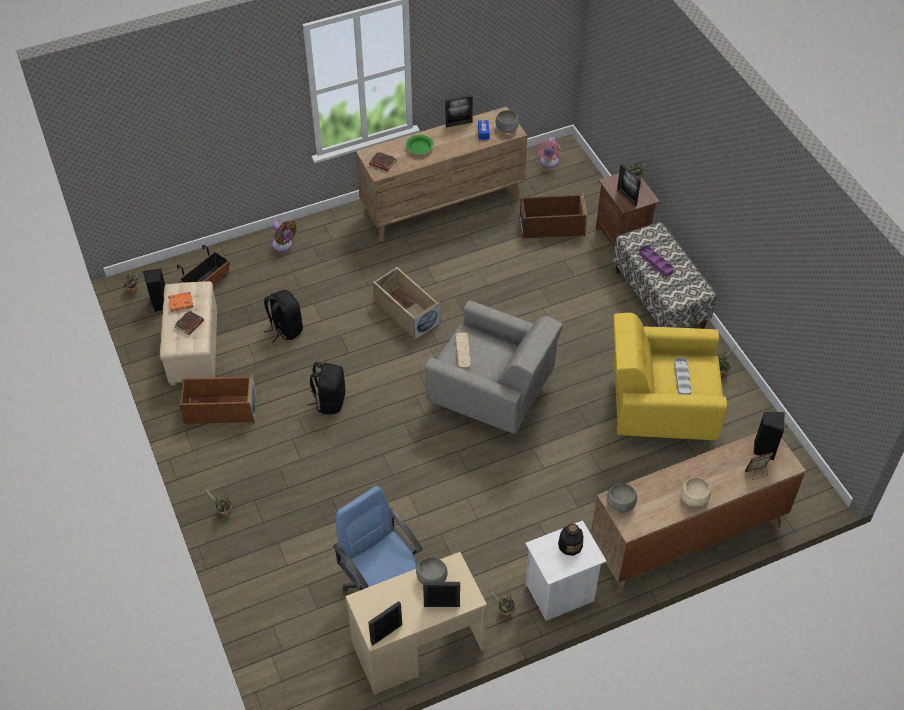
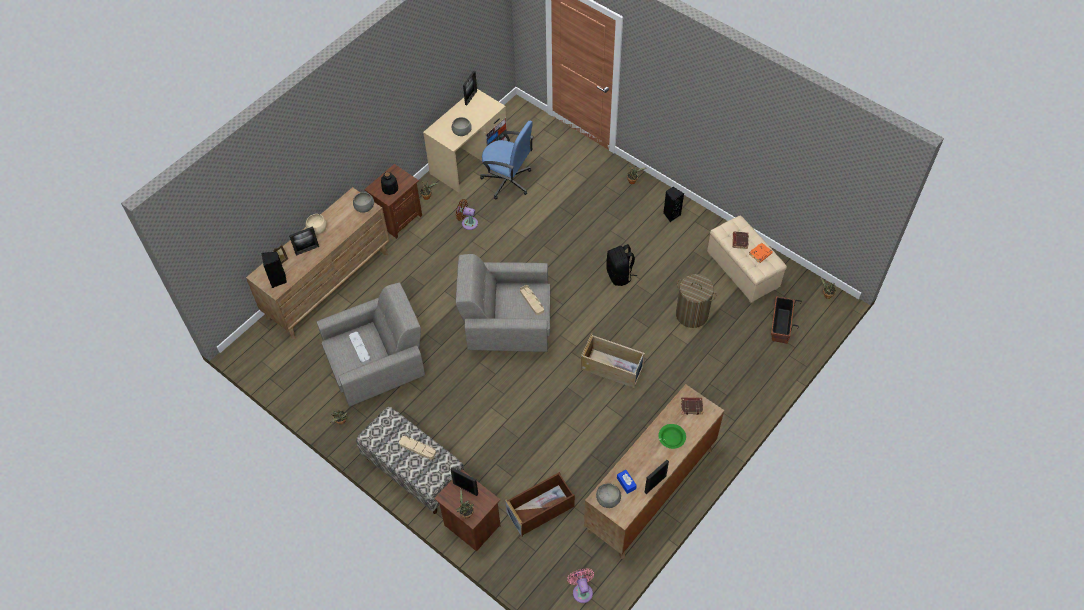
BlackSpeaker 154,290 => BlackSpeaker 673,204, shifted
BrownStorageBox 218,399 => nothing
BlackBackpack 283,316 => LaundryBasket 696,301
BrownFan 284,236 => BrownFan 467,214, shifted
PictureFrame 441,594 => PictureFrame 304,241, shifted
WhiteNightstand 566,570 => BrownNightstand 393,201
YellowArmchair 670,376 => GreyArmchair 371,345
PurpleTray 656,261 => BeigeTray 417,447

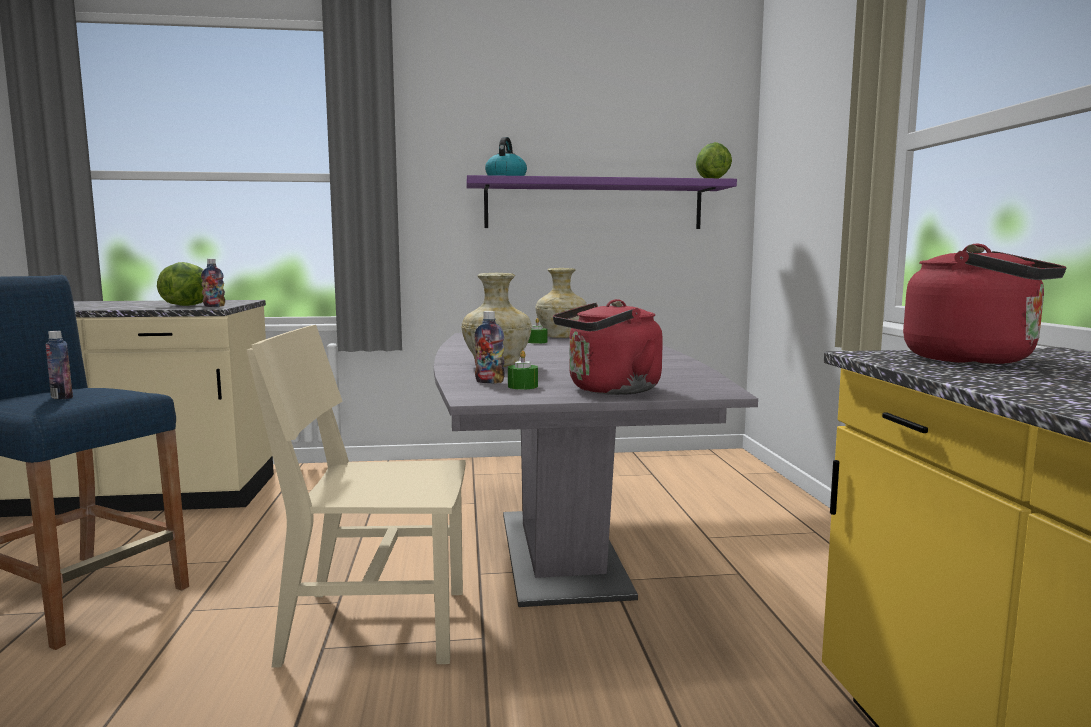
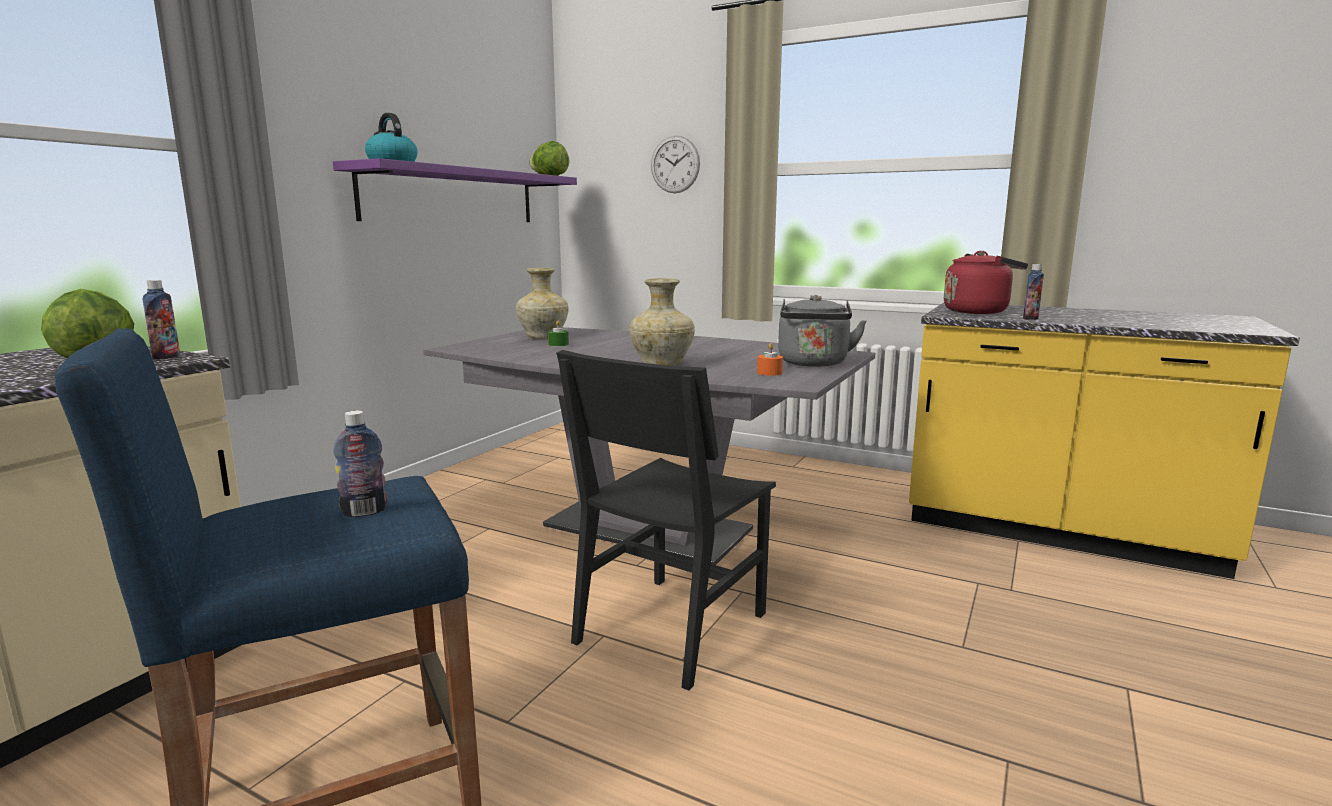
BeigeChair 356,496 => BlackChair 666,520
Bottle 489,347 => Bottle 1033,292, shifted
GreenCandle 523,370 => OrangeCandle 770,359
RedKettle 608,347 => GreyKettle 822,331
nothing => WallClock 675,164

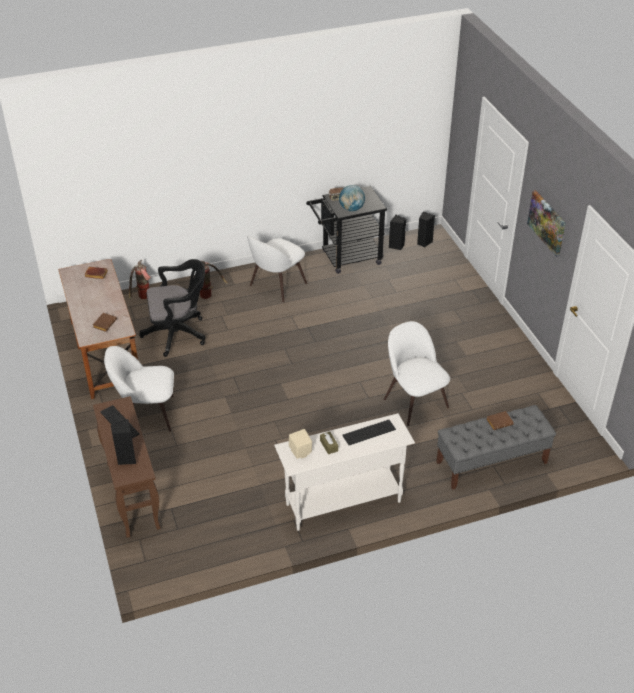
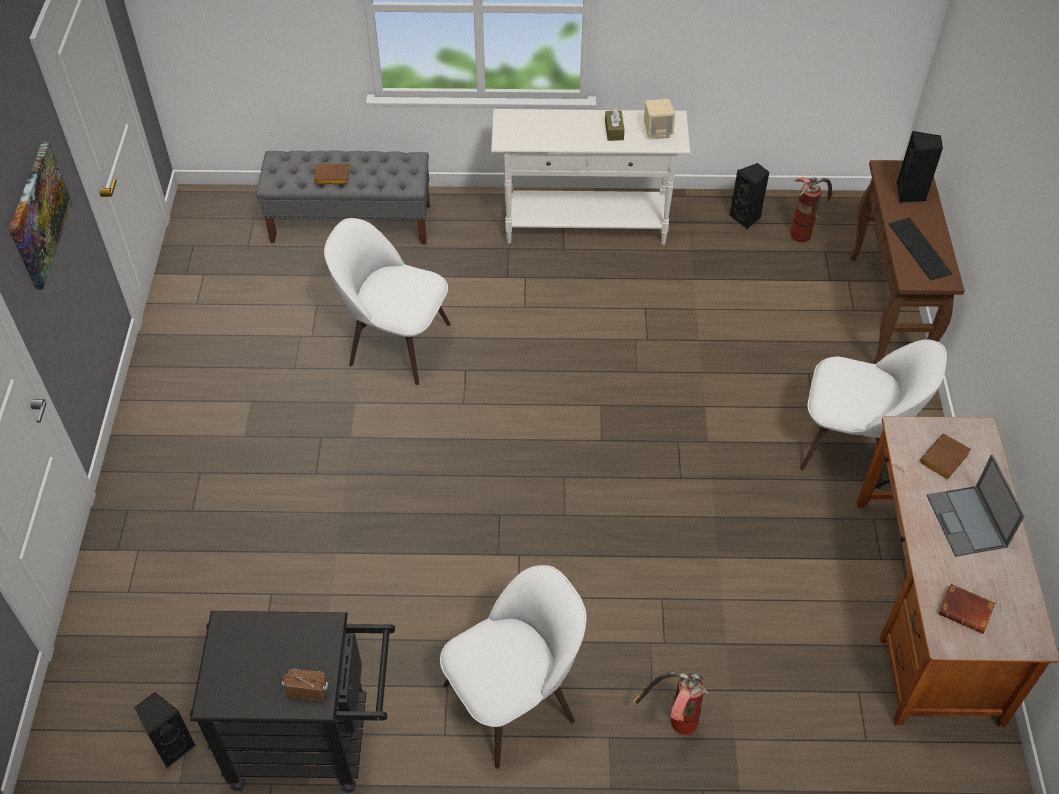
FireExtinguisher 140,280 => FireExtinguisher 811,210, shifted
BlackOfficeChair 172,308 => nothing
Globe 352,198 => nothing
Keyboard 369,432 => nothing
WhiteChair 417,373 => WhiteChair 387,301, 120 degrees clockwise
BlackSpeaker 426,229 => BlackSpeaker 750,196, shifted
nothing => Laptop 976,505

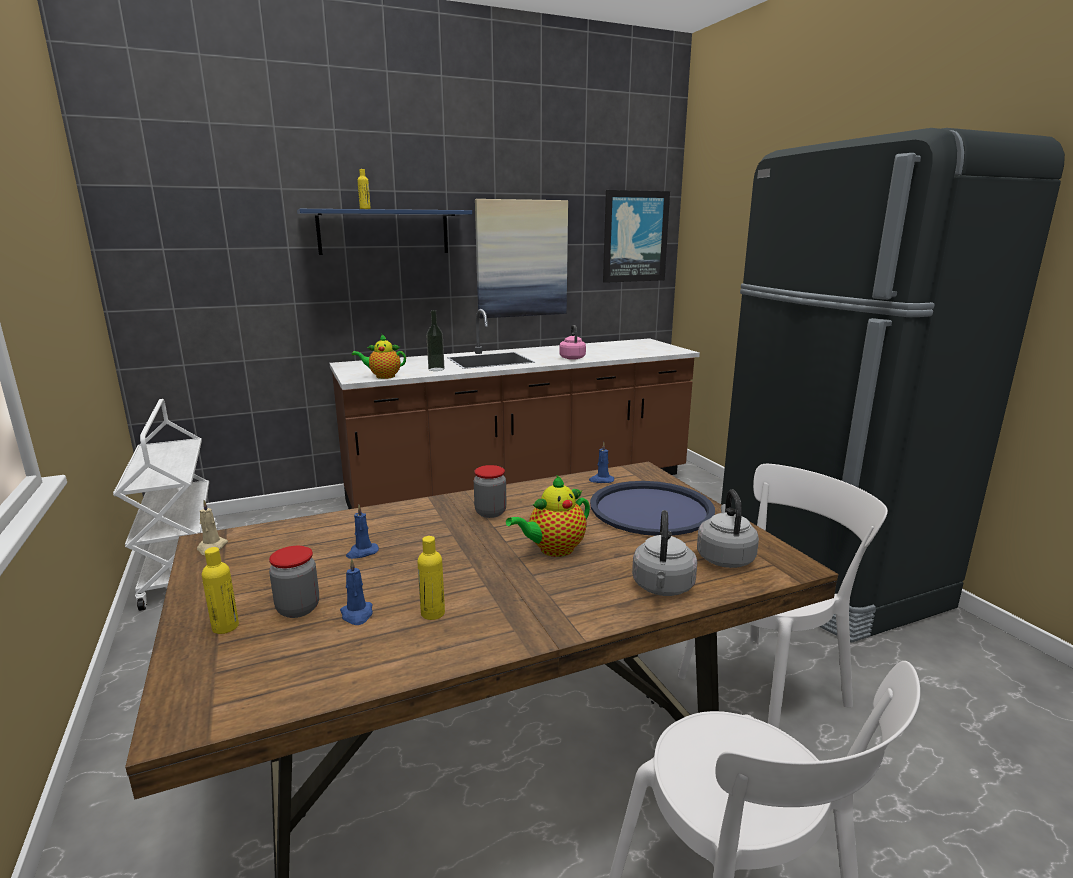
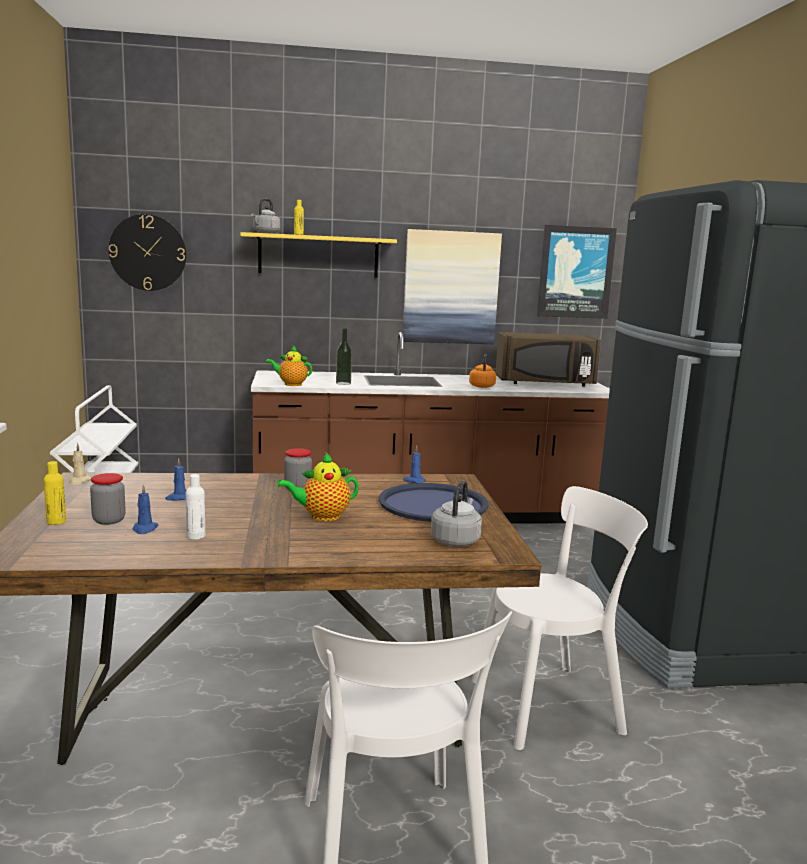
BlueShelf 384,232 => YellowShelf 318,255
YellowBottle 431,578 => WhiteBottle 195,507
PinkKettle 572,342 => OrangeKettle 482,371
GreyKettle 665,553 => GreyKettle 266,216, shifted
nothing => WallClock 148,252
nothing => BrownMicrowave 548,359

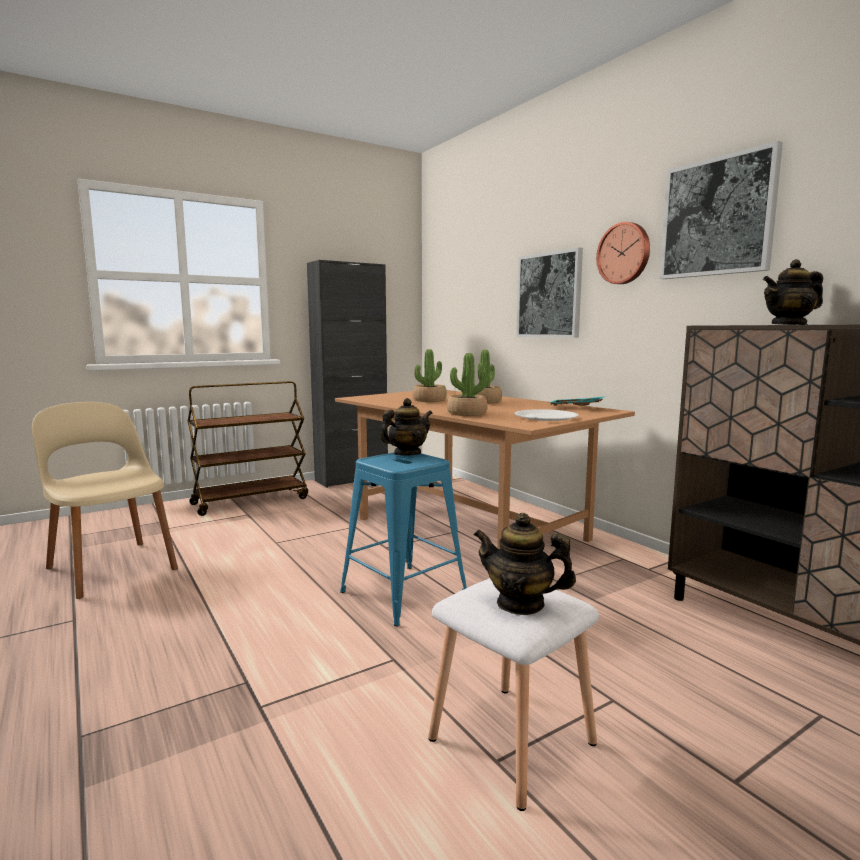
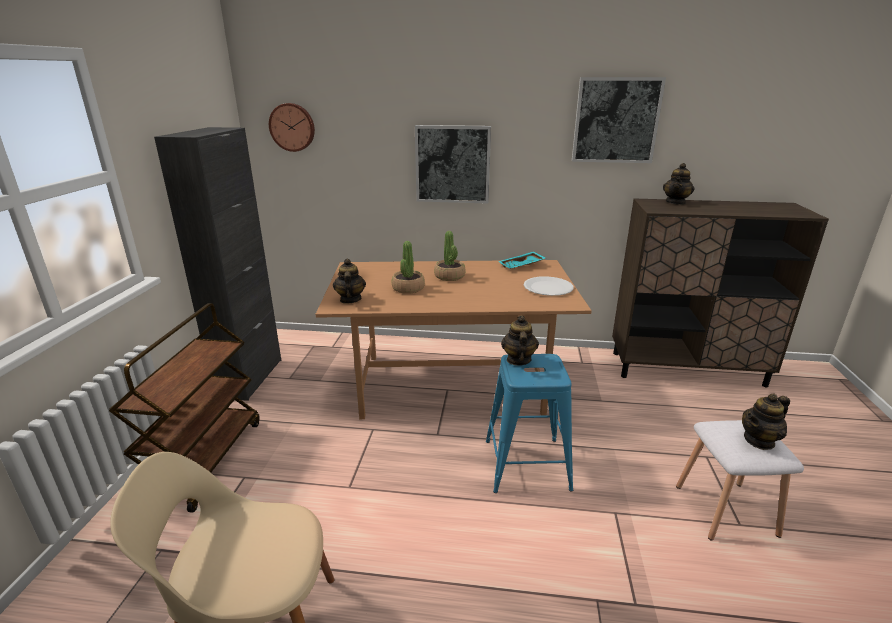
PottedPlant 467,384 => nothing
WallClock 623,253 => WallClock 292,127, shifted
nothing => Teapot 349,281

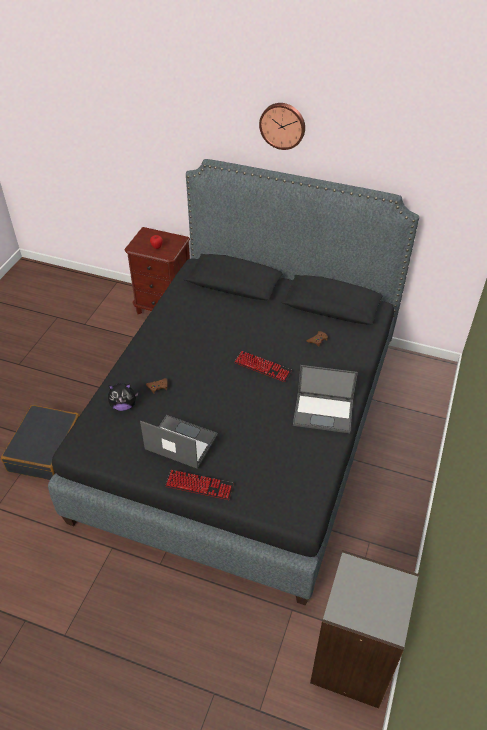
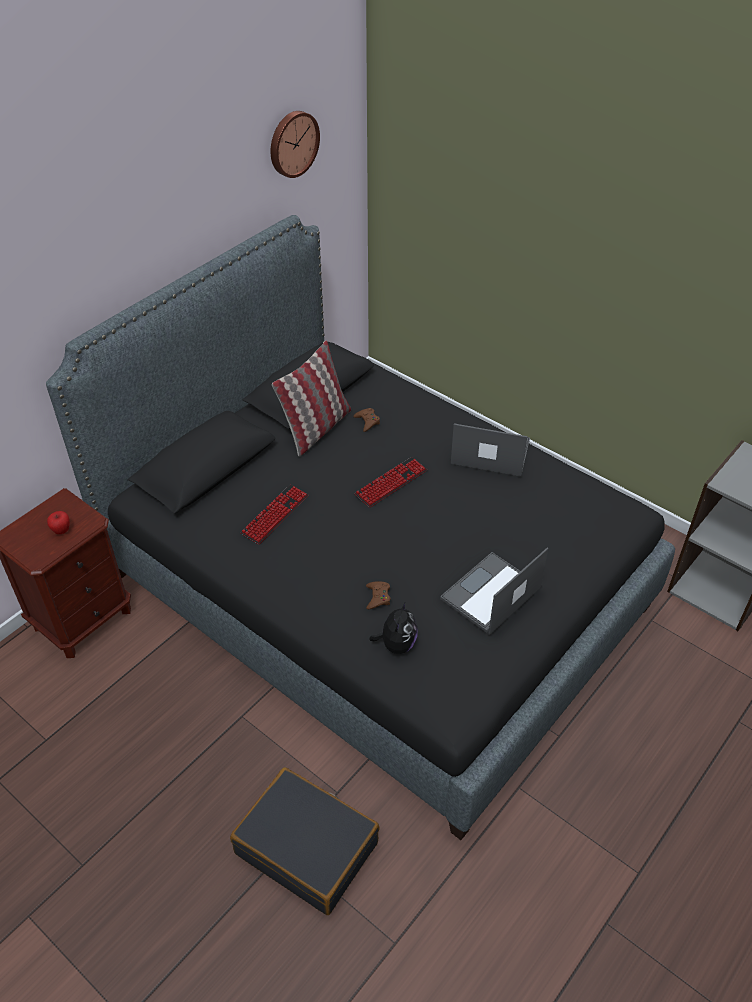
Keyboard 199,485 => Keyboard 274,514, shifted
WallClock 282,126 => WallClock 295,144, shifted
Laptop 325,399 => Laptop 490,450, 105 degrees counterclockwise
nothing => Pillow 311,399

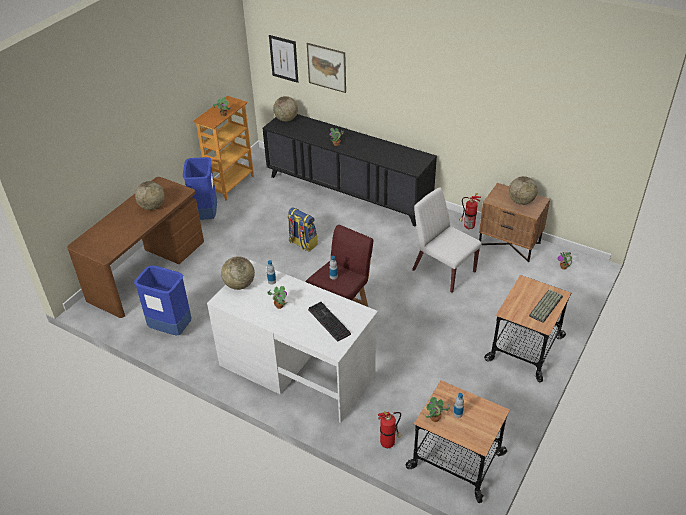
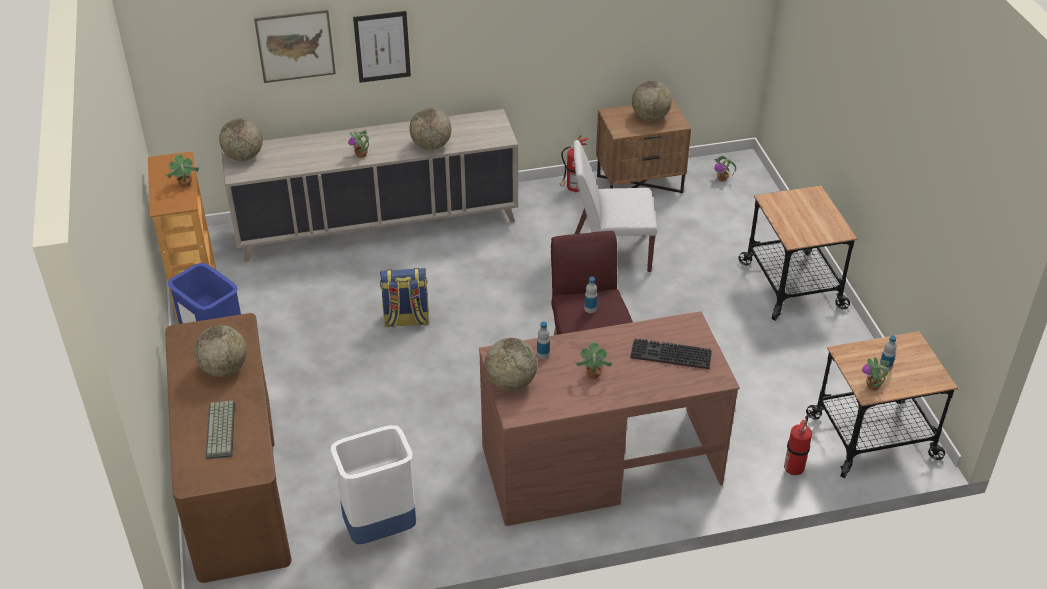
BlueTrashCan 163,300 => WhiteTrashCan 373,484
WhiteDesk 292,341 => BrownDesk 609,418
BlackCabinet 349,170 => BeigeCabinet 369,185
Picture 283,59 => Picture 382,47, shifted
Keyboard 546,306 => Keyboard 220,430, shifted
nothing => Globe 430,129

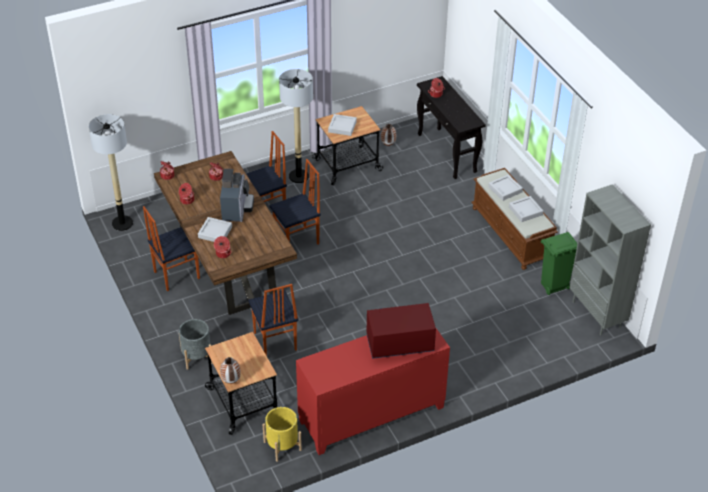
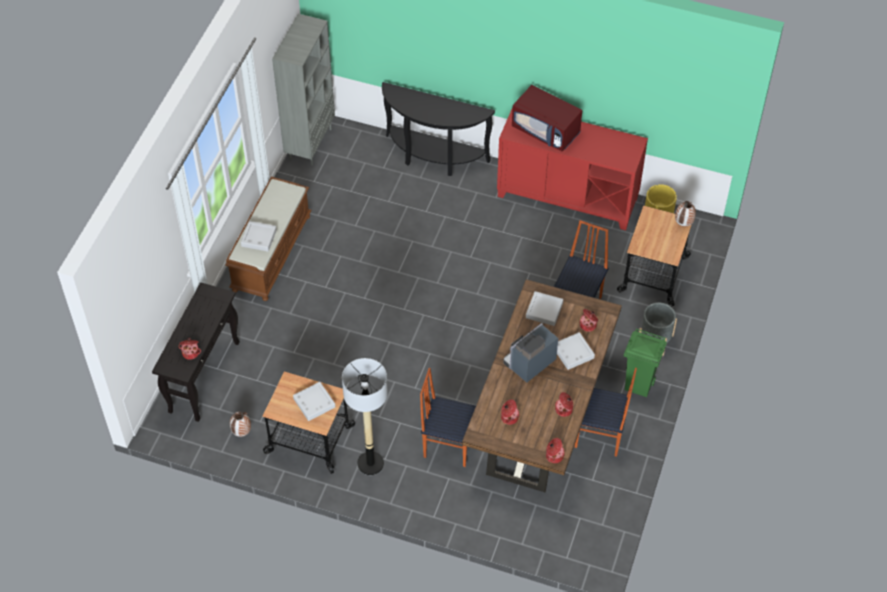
FloorLamp 111,172 => nothing
Chair 295,202 => nothing
GreyTray 526,209 => GreyTray 544,308, shifted
GreenTrashCan 559,263 => GreenTrashCan 645,362, shifted
nothing => BlackConsoleTable 438,129

